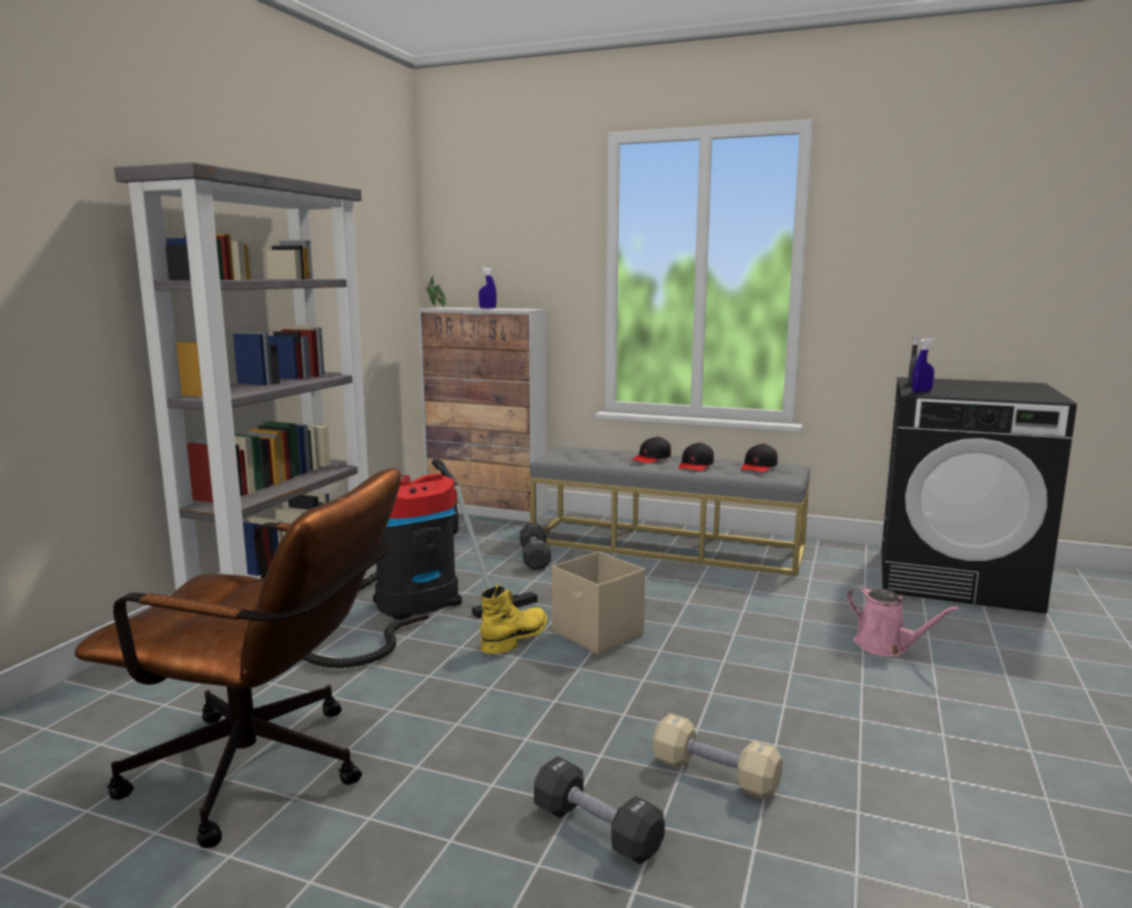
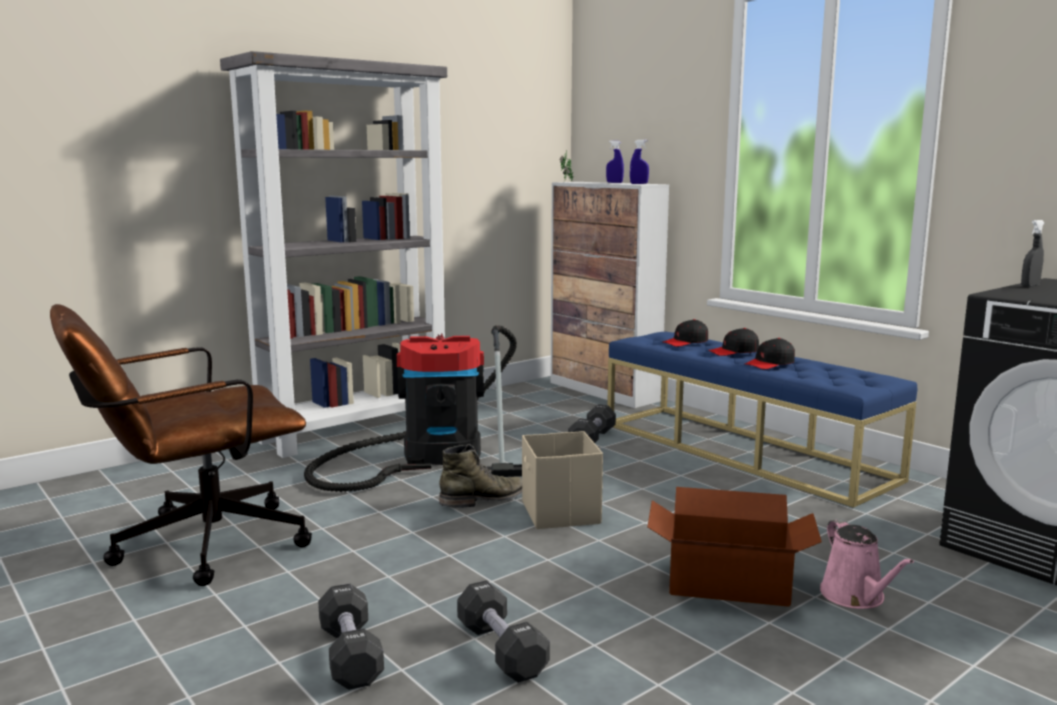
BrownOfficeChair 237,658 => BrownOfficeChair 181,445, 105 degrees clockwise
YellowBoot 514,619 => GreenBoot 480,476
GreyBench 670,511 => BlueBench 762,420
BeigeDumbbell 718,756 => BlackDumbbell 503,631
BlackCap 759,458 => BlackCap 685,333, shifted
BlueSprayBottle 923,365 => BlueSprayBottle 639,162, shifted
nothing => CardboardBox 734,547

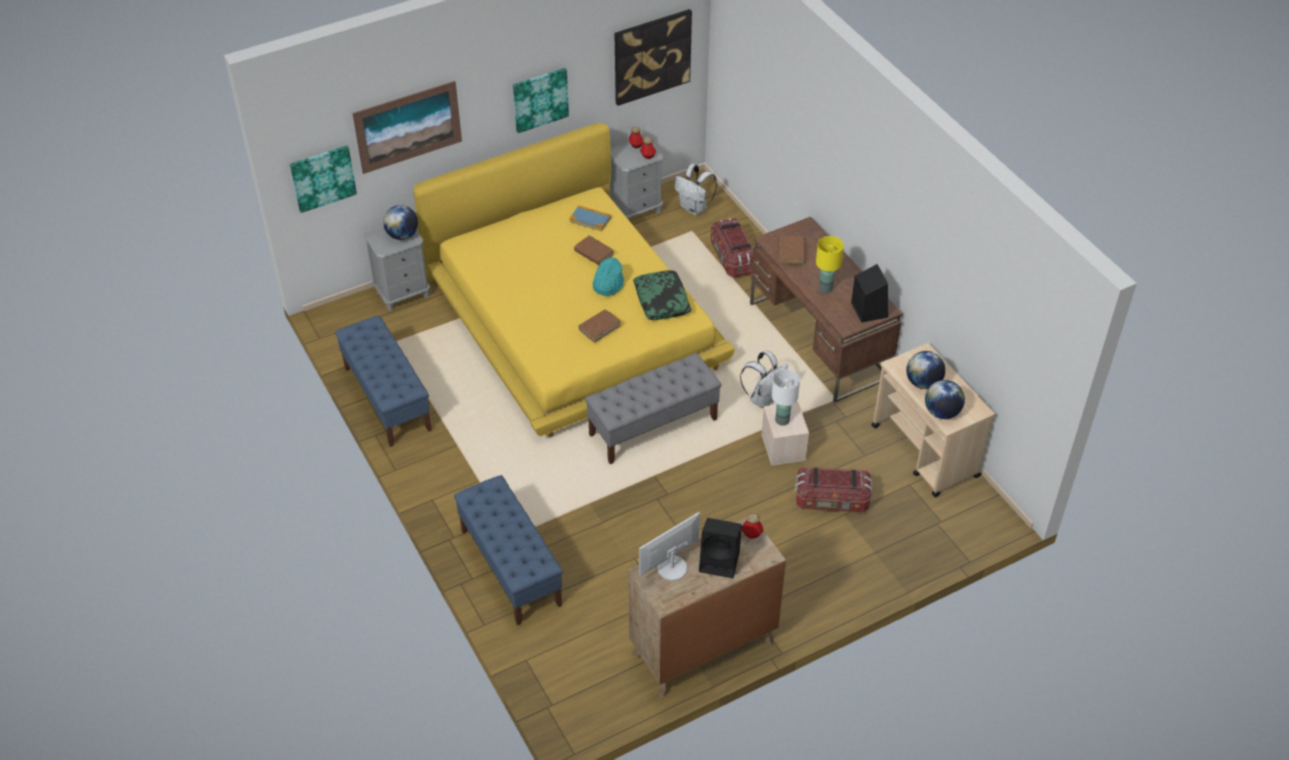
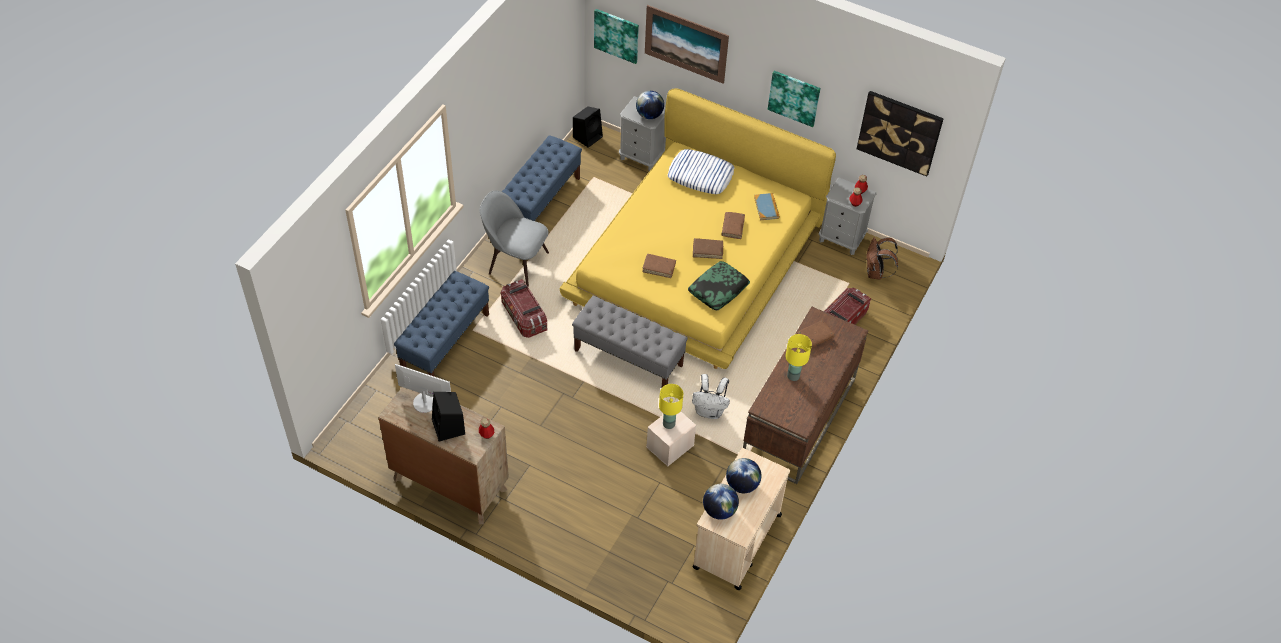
TurquoiseHat 608,276 => BrownBook 708,248
WhiteBackpack 696,189 => BrownBackpack 882,258
WhiteTableLamp 786,397 => YellowTableLamp 671,406
StorageBox 833,489 => StorageBox 523,308, shifted
BlackSpeaker 869,293 => BlackSpeaker 588,127, shifted
nothing => GreyChair 514,239
nothing => Pillow 701,171

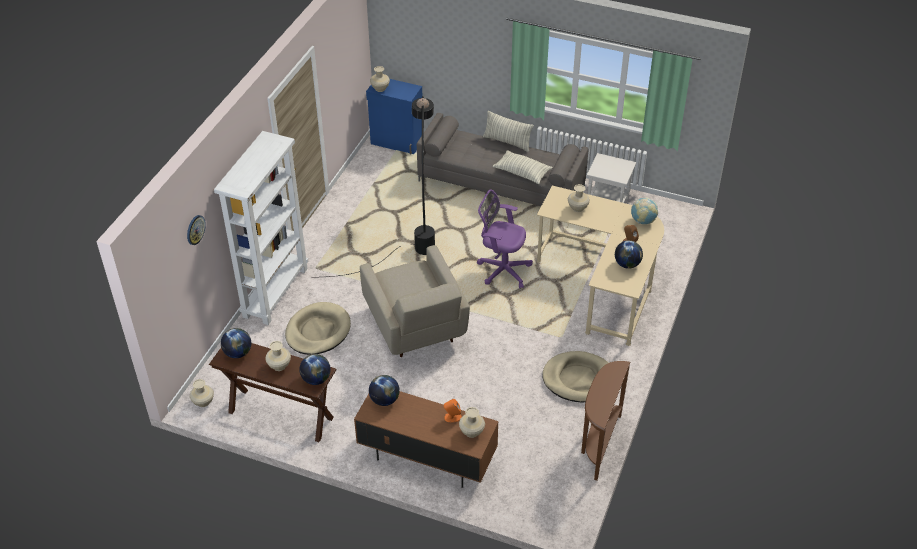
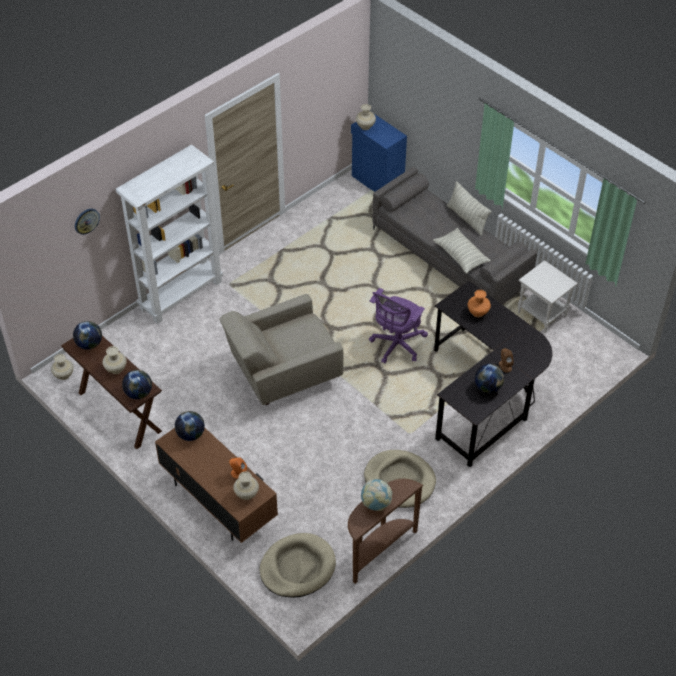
BeigeDogBed 318,328 => BeigeDogBed 298,565, shifted
BlackFloorLamp 381,186 => nothing
BeigeArmchair 415,301 => BeigeArmchair 281,349, 60 degrees clockwise
PurpleOfficeChair 505,238 => PurpleOfficeChair 398,326, 105 degrees counterclockwise
BeigeDesk 600,266 => BlackDesk 493,374
BeigeVase 579,198 => OrangeVase 479,303
Globe 644,211 => Globe 376,495, shifted

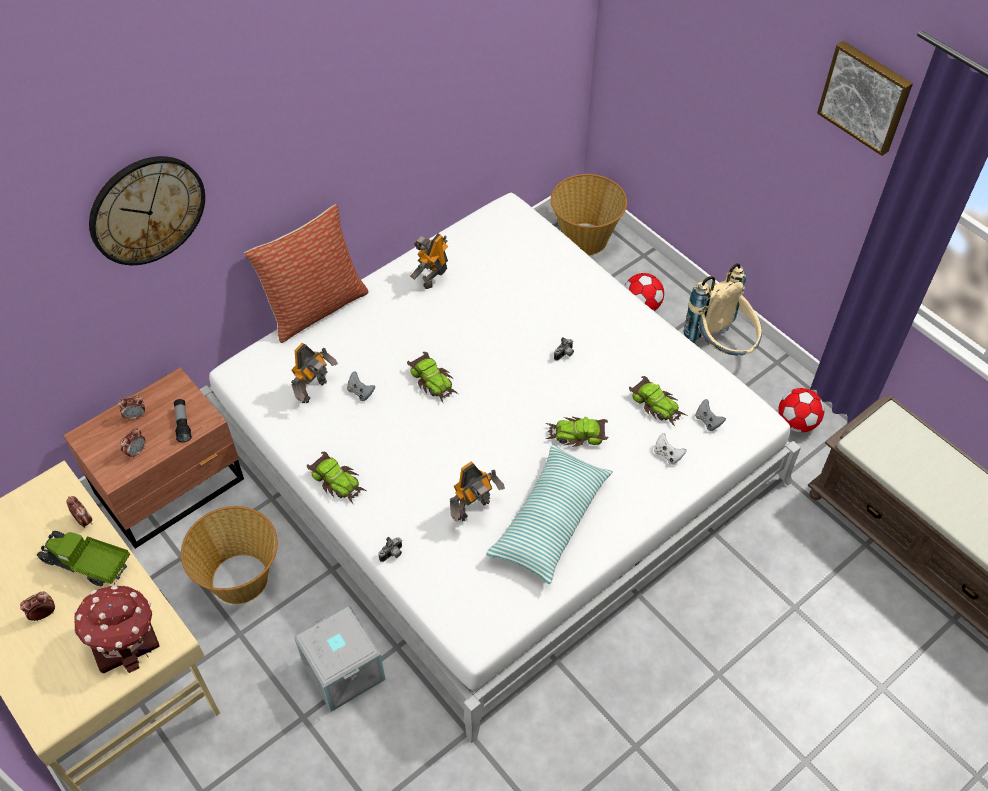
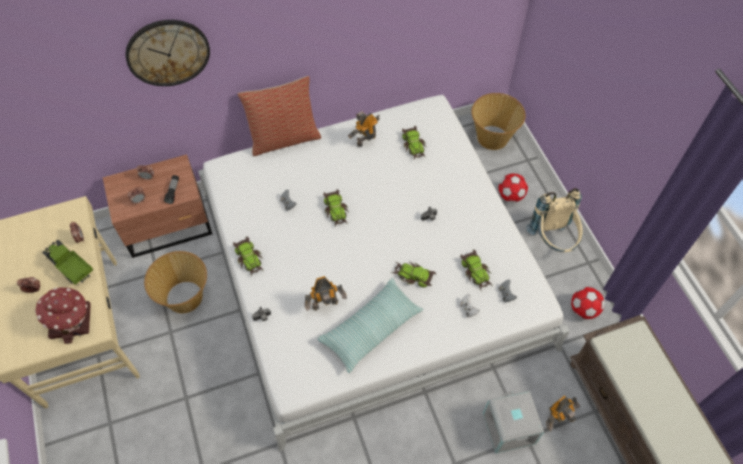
ToyRobot 314,373 => ToyRobot 563,413, shifted
GreyStorageBox 340,658 => GreyStorageBox 513,422, shifted
Picture 865,98 => nothing
nothing => ToyCar 414,143

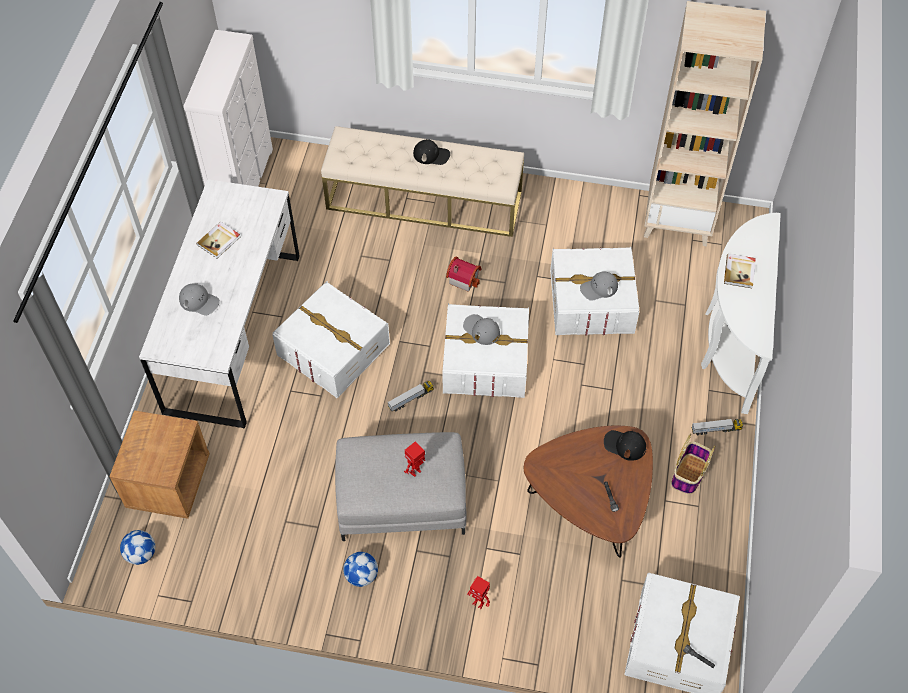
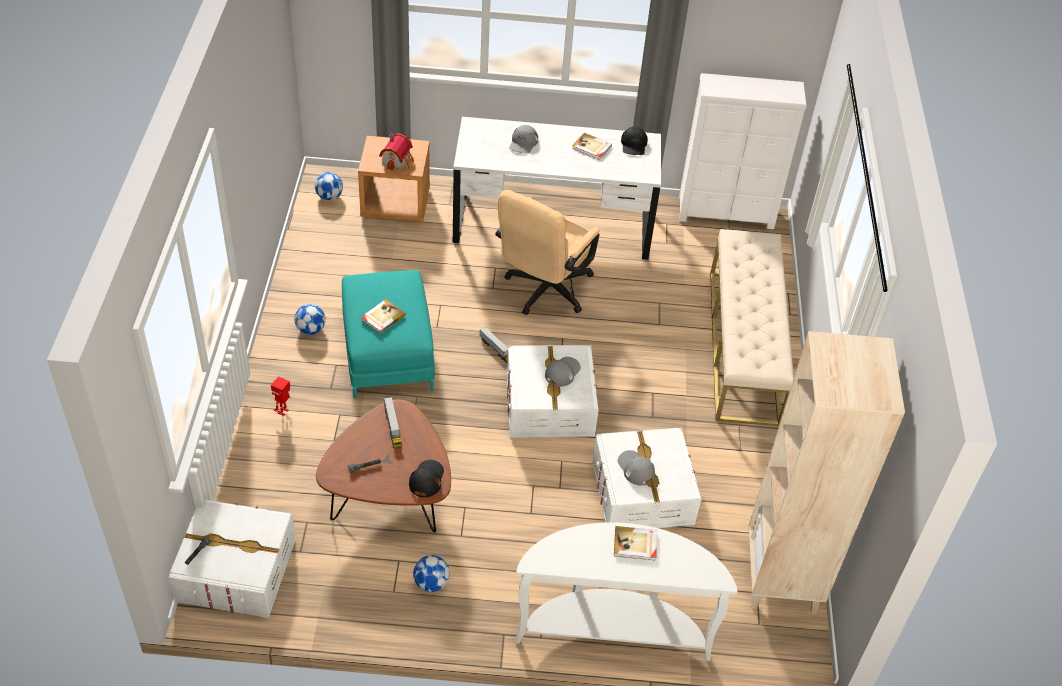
WhiteStorageBox 331,339 => BeigeOfficeChair 548,252
GreyOttoman 401,486 => TurquoiseOttoman 388,334
ToyRobot 414,459 => Book 383,316
BlackCap 431,152 => BlackCap 634,141, shifted
ToyHouse 464,274 => ToyHouse 396,151, shifted
Basket 693,463 => Football 431,573
ToyTruck 717,427 => ToyTruck 393,423, shifted

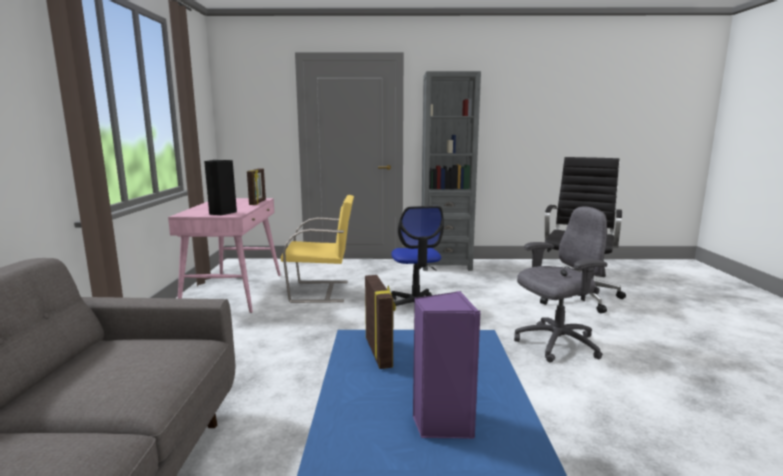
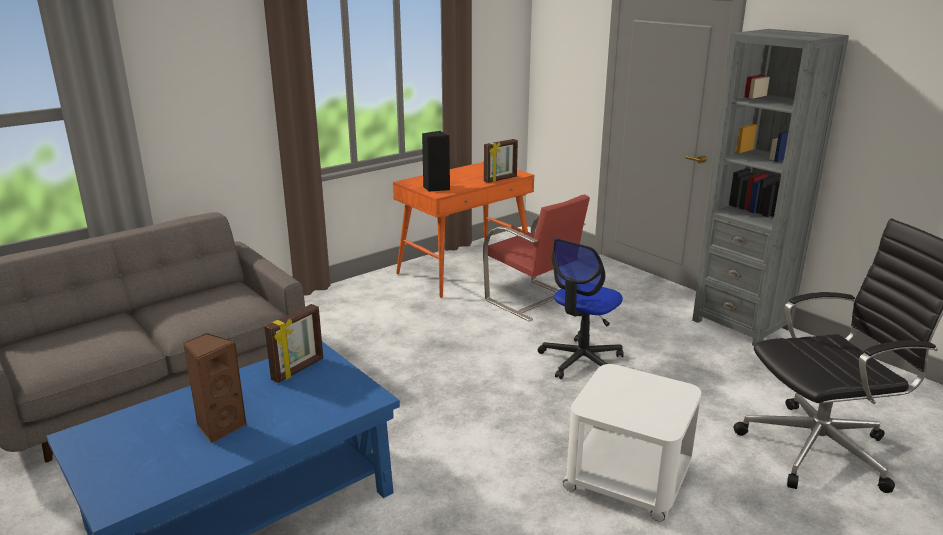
PinkDesk 224,255 => OrangeDesk 463,230
YellowChair 317,249 => RedChair 536,258
PurpleSpeaker 447,365 => BrownSpeaker 215,388
GreyOfficeChair 560,284 => WhiteSideTable 631,443

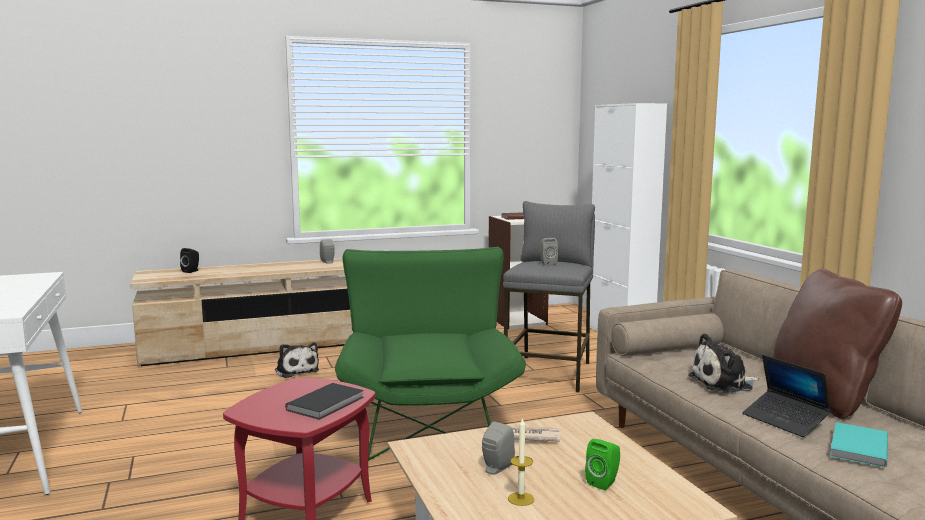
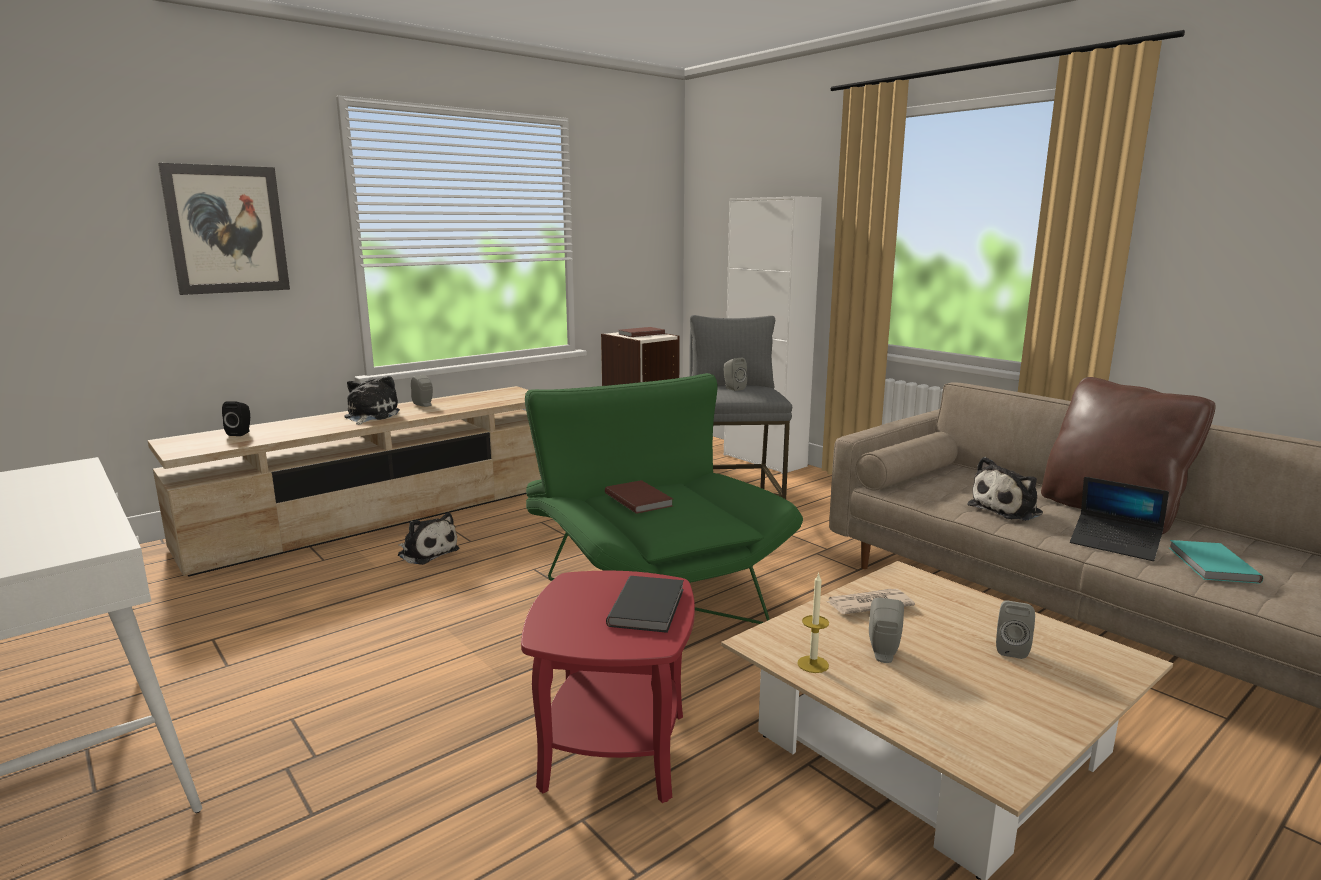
Candle 521,461 => Candle 813,622, shifted
GreenSpeaker 602,464 => GreySpeaker 1015,630
nothing => Picture 224,229
nothing => PlushToy 372,400
nothing => BrownBook 639,497

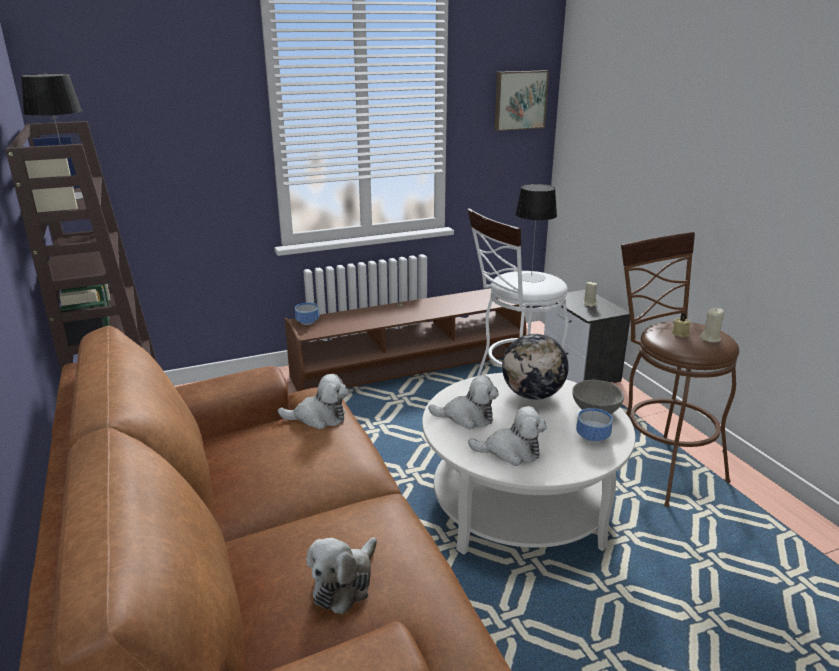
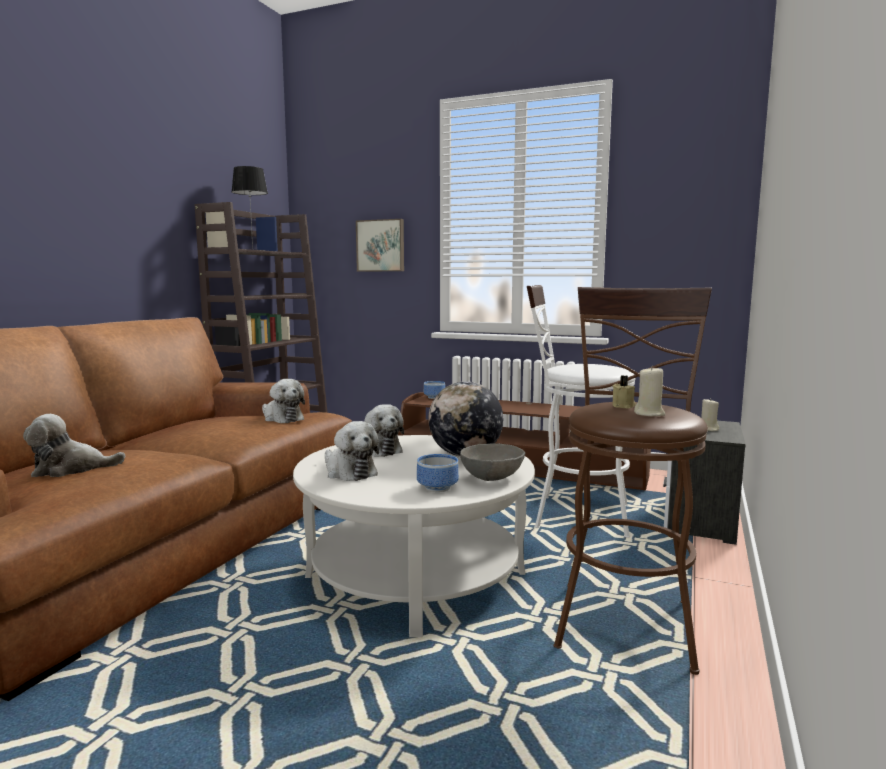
Picture 521,100 => Picture 380,245, shifted
TableLamp 536,233 => nothing

